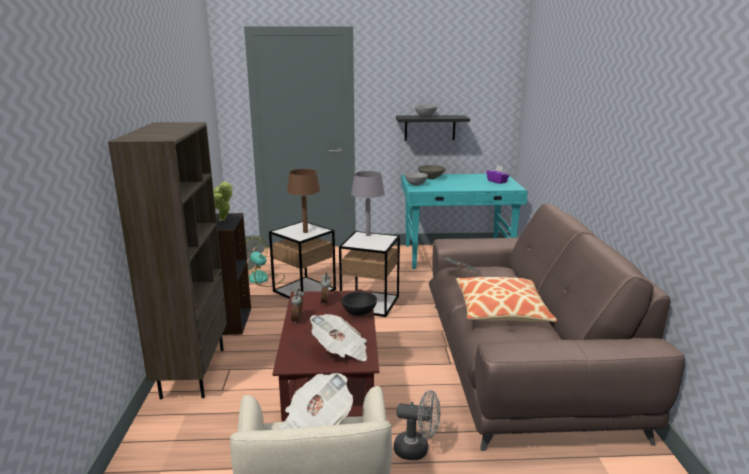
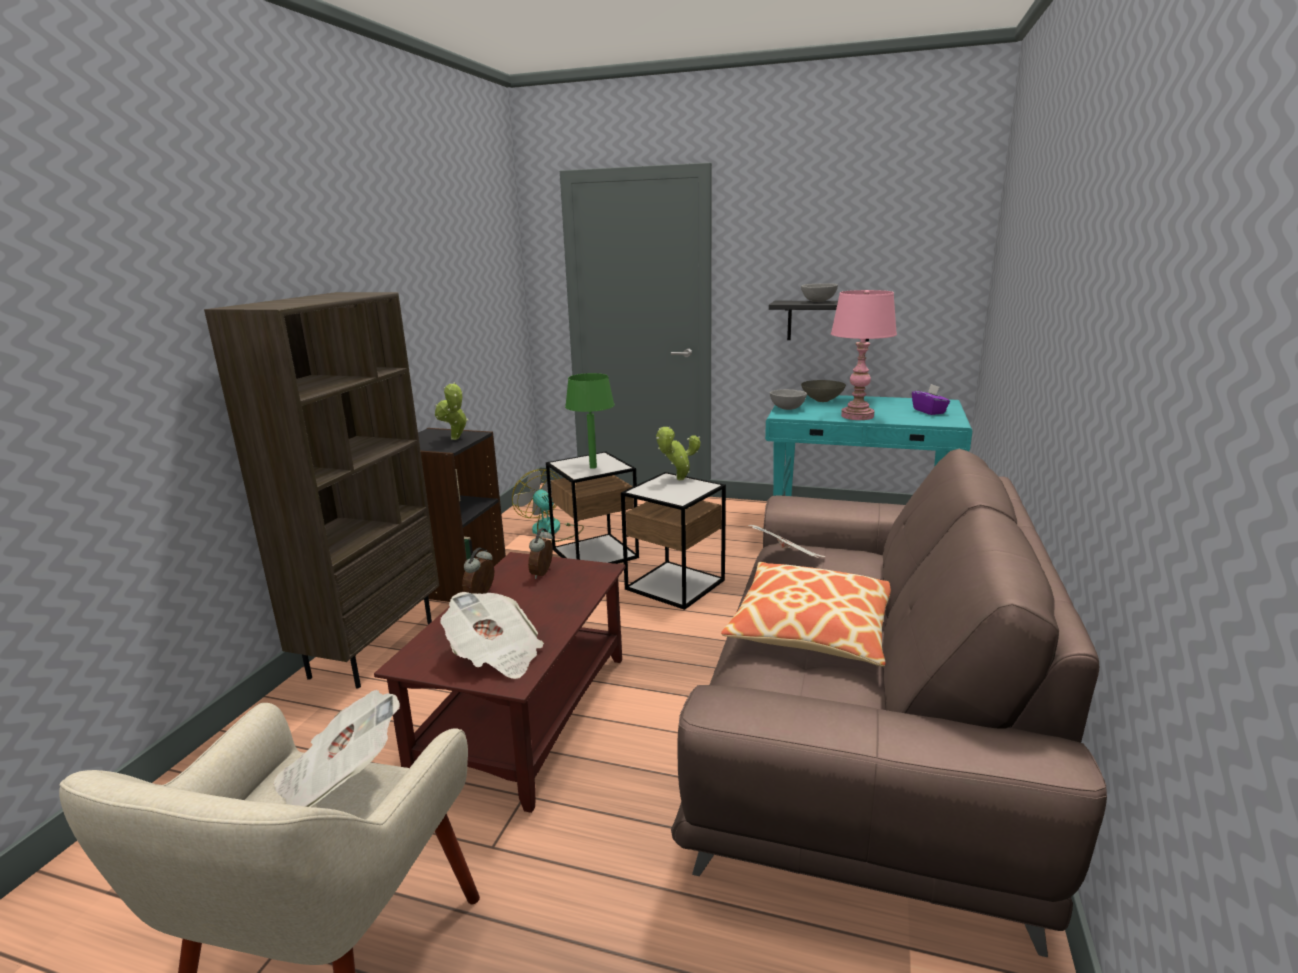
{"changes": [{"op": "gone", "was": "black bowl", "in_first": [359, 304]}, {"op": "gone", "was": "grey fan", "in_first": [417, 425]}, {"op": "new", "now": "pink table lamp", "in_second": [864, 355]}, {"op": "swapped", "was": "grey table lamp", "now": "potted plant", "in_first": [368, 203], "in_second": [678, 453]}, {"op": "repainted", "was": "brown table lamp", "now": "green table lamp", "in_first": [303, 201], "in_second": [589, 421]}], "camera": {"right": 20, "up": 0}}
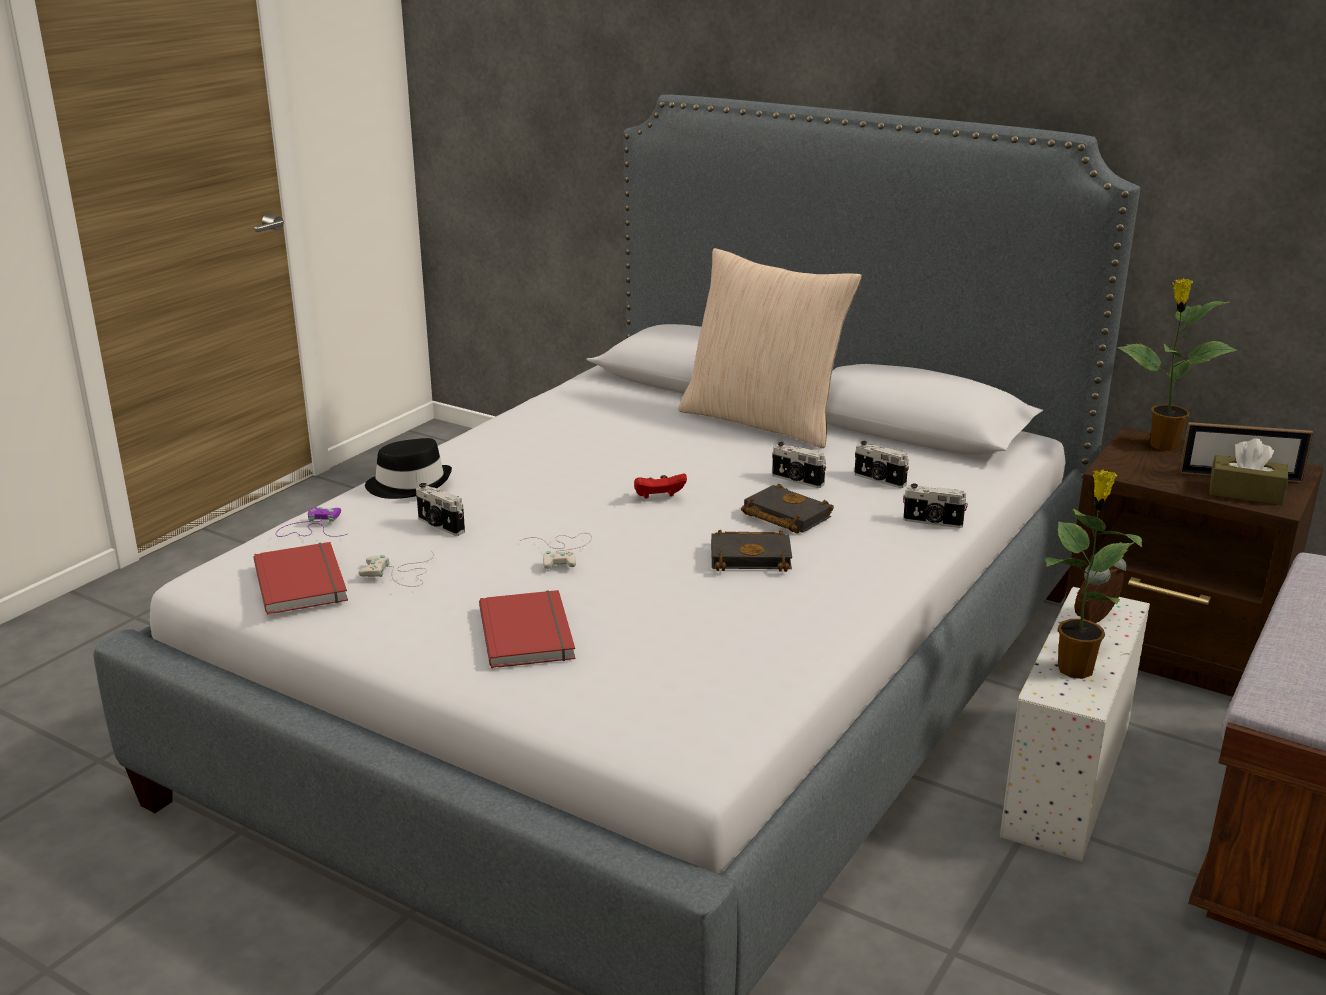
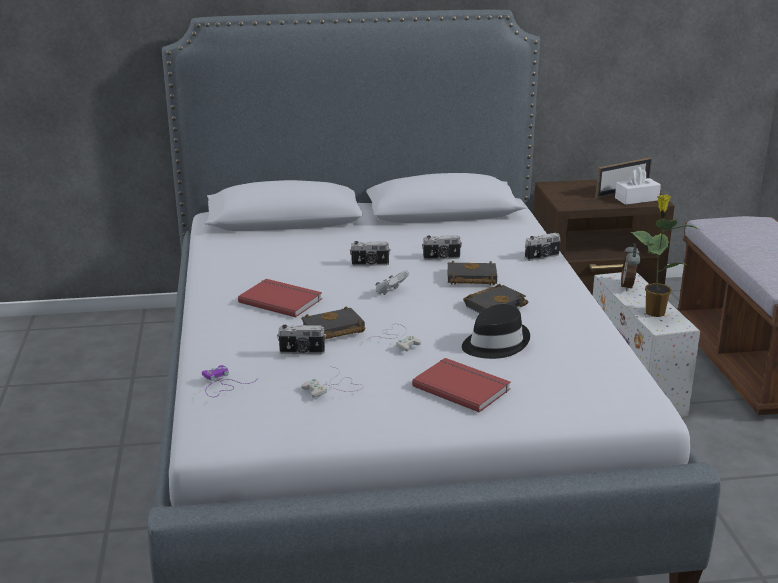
{"changes": [{"op": "gone", "was": "beige pillow", "in_first": [770, 348]}, {"op": "gone", "was": "potted plant", "in_first": [1177, 364]}, {"op": "new", "now": "black book", "in_second": [333, 322]}, {"op": "shifted", "was": "red book", "in_first": [301, 578], "in_second": [280, 298]}, {"op": "shifted", "was": "black hat", "in_first": [408, 468], "in_second": [496, 331]}, {"op": "shifted", "was": "photo camera", "in_first": [881, 464], "in_second": [370, 253]}, {"op": "repainted", "was": "red game controller", "now": "white game controller", "in_first": [660, 486], "in_second": [392, 282]}, {"op": "repainted", "was": "brown tissue box", "now": "white tissue box", "in_first": [1249, 471], "in_second": [638, 186]}], "camera": {"right": -40, "up": 0}}
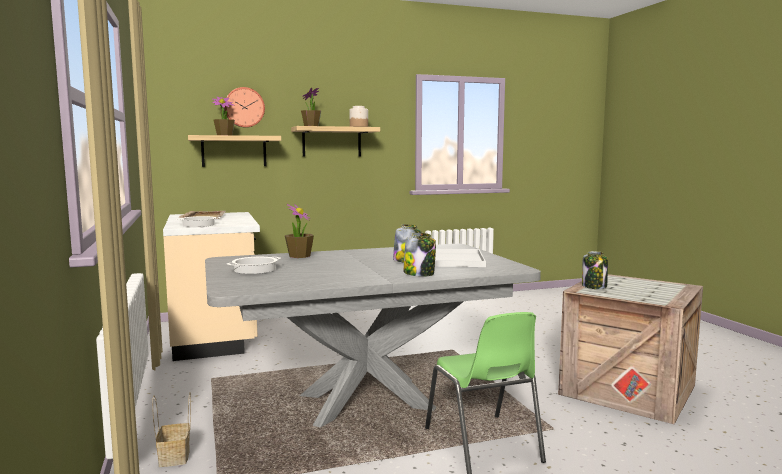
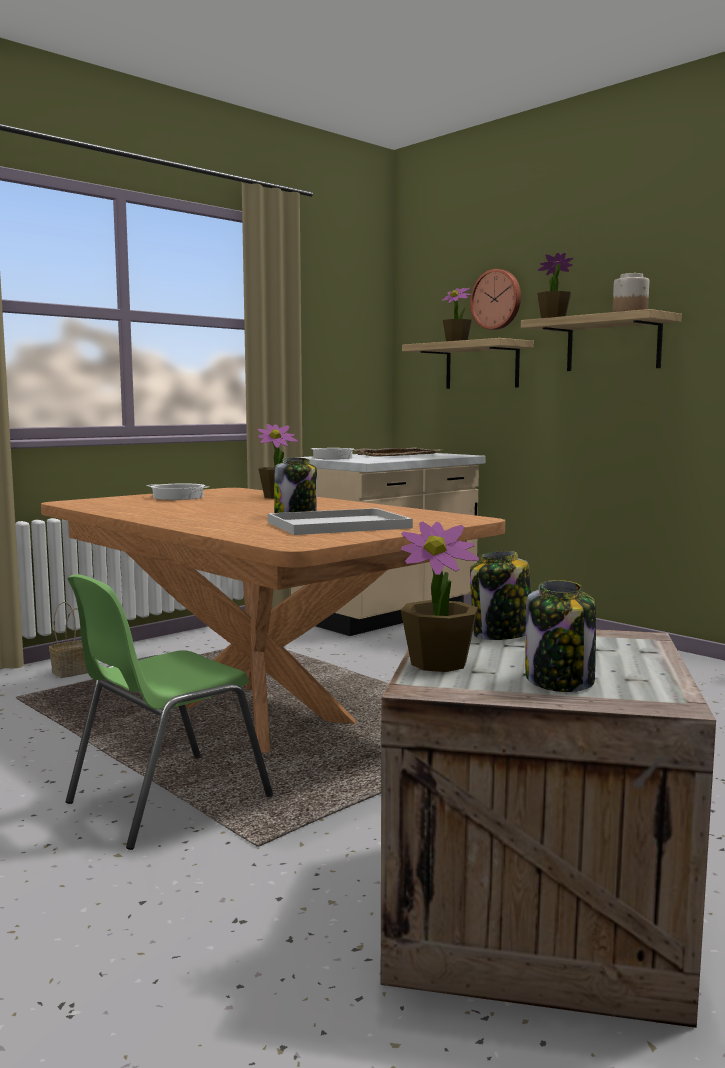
{"changes": [{"op": "new", "now": "potted plant", "in_second": [440, 597]}, {"op": "shifted", "was": "jar", "in_first": [420, 255], "in_second": [561, 636]}, {"op": "repainted", "was": "grey dining table", "now": "brown dining table", "in_first": [373, 335], "in_second": [273, 620]}], "camera": {"right": 65, "up": 0}}
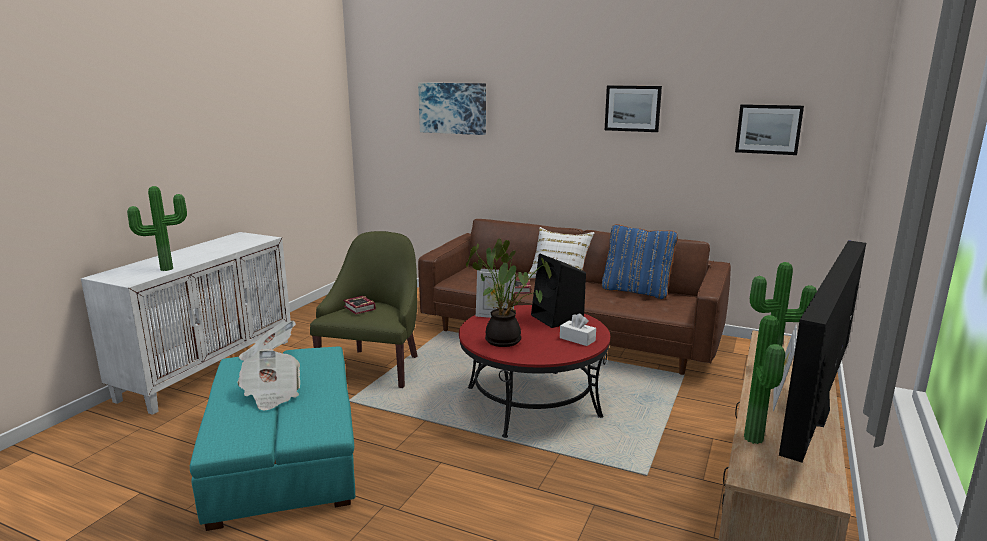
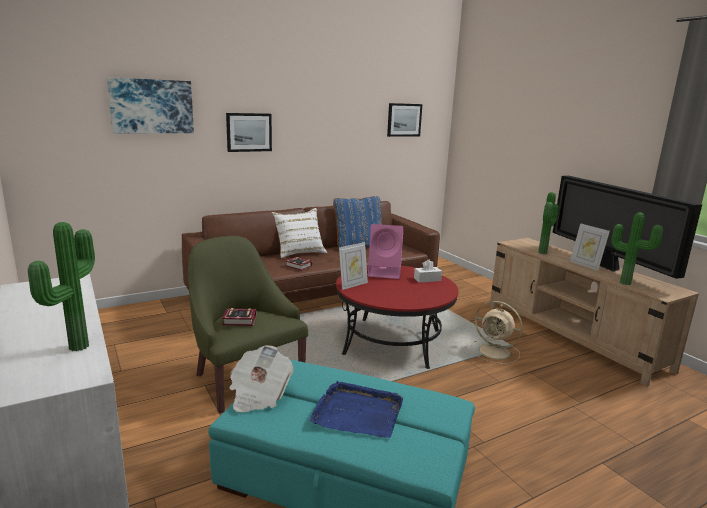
{"changes": [{"op": "gone", "was": "potted plant", "in_first": [508, 292]}, {"op": "new", "now": "beige fan", "in_second": [497, 332]}, {"op": "shifted", "was": "picture", "in_first": [633, 108], "in_second": [249, 132]}, {"op": "swapped", "was": "newspaper", "now": "blue tray", "in_first": [268, 380], "in_second": [356, 409]}, {"op": "repainted", "was": "black speaker", "now": "pink speaker", "in_first": [558, 290], "in_second": [385, 251]}], "camera": {"right": -55, "up": 0}}
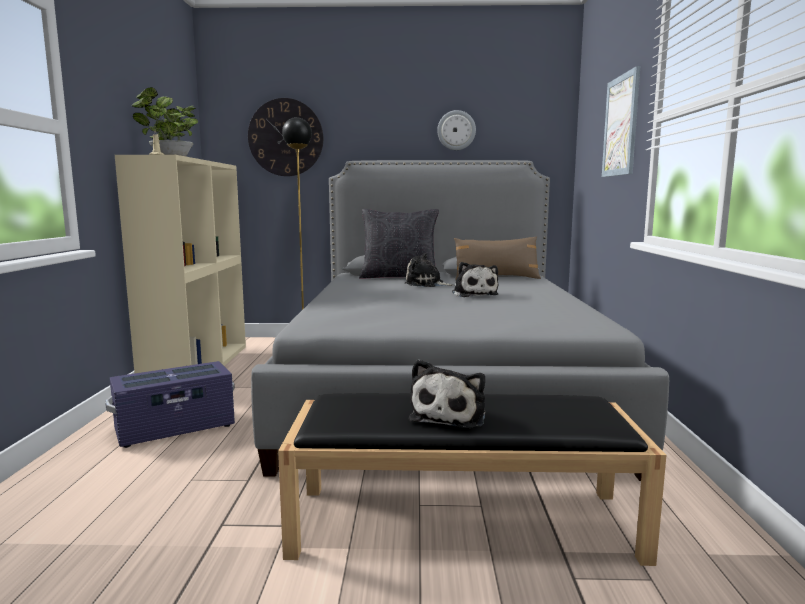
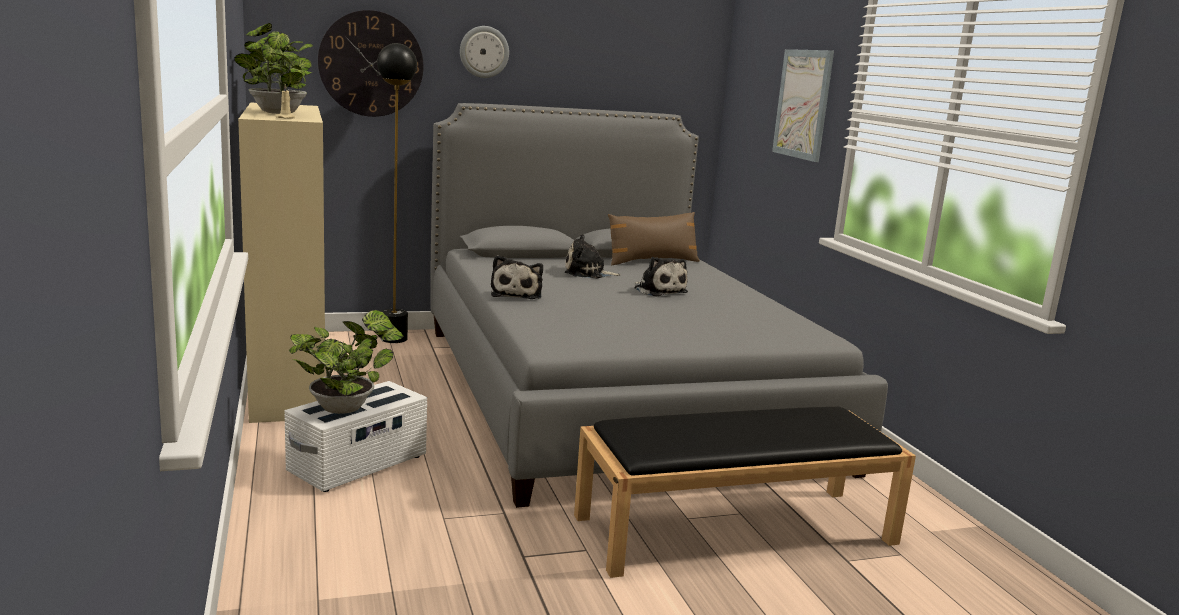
{"changes": [{"op": "gone", "was": "black pillow", "in_first": [399, 243]}, {"op": "new", "now": "potted plant", "in_second": [346, 362]}, {"op": "shifted", "was": "plush toy", "in_first": [447, 394], "in_second": [517, 277]}, {"op": "shifted", "was": "wall clock", "in_first": [456, 130], "in_second": [484, 52]}, {"op": "repainted", "was": "purple storage box", "now": "white storage box", "in_first": [170, 404], "in_second": [355, 436]}], "camera": {"right": -20, "up": 5}}
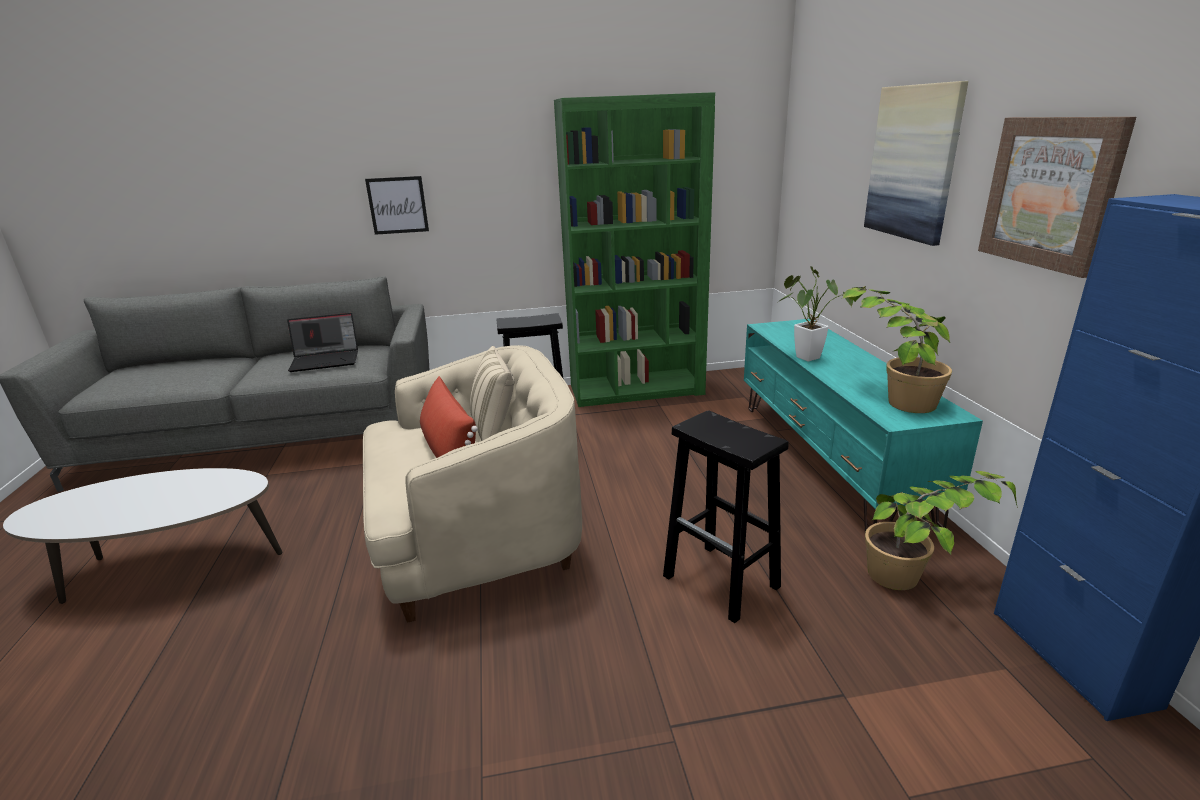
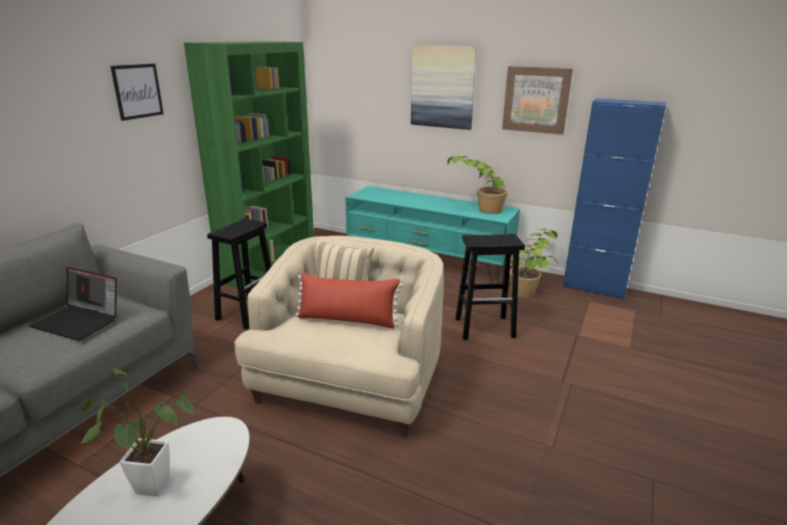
{"changes": [{"op": "shifted", "was": "picture", "in_first": [397, 205], "in_second": [137, 92]}, {"op": "shifted", "was": "potted plant", "in_first": [815, 313], "in_second": [137, 432]}, {"op": "rotated", "was": "laptop", "in_first": [322, 342], "in_second": [73, 304], "clockwise": 90}], "camera": {"right": -55, "up": 0}}
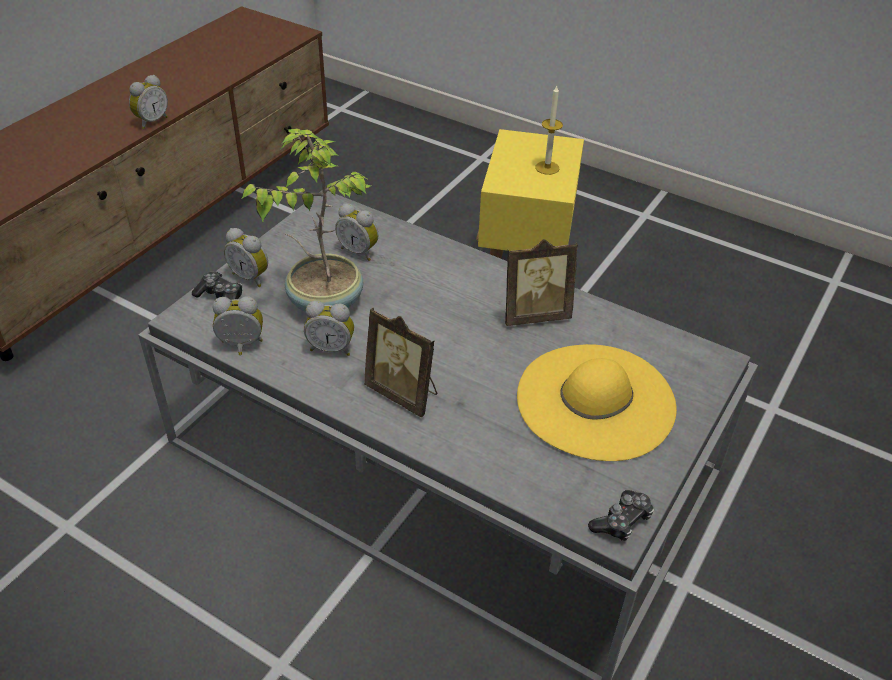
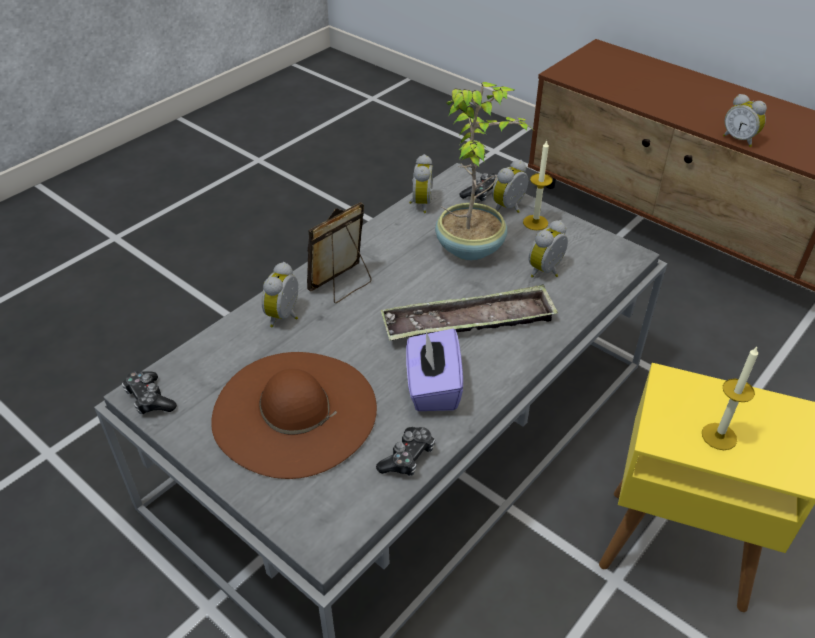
{"changes": [{"op": "new", "now": "game controller", "in_second": [405, 451]}, {"op": "new", "now": "tray", "in_second": [469, 313]}, {"op": "new", "now": "candle", "in_second": [538, 185]}, {"op": "shifted", "was": "alarm clock", "in_first": [329, 328], "in_second": [279, 295]}, {"op": "swapped", "was": "picture frame", "now": "purple tissue box", "in_first": [541, 282], "in_second": [434, 370]}, {"op": "repainted", "was": "yellow hat", "now": "brown hat", "in_first": [597, 402], "in_second": [294, 415]}], "camera": {"right": 100, "up": 0}}
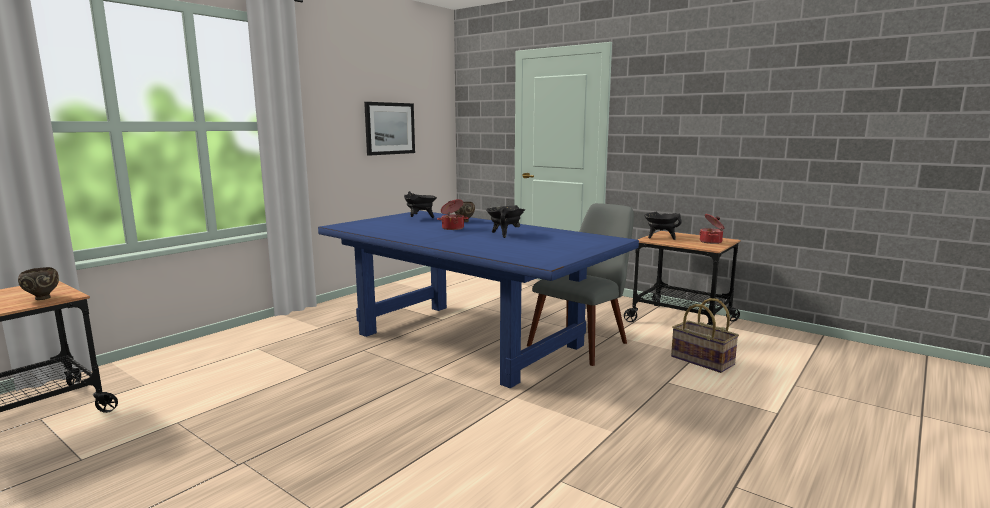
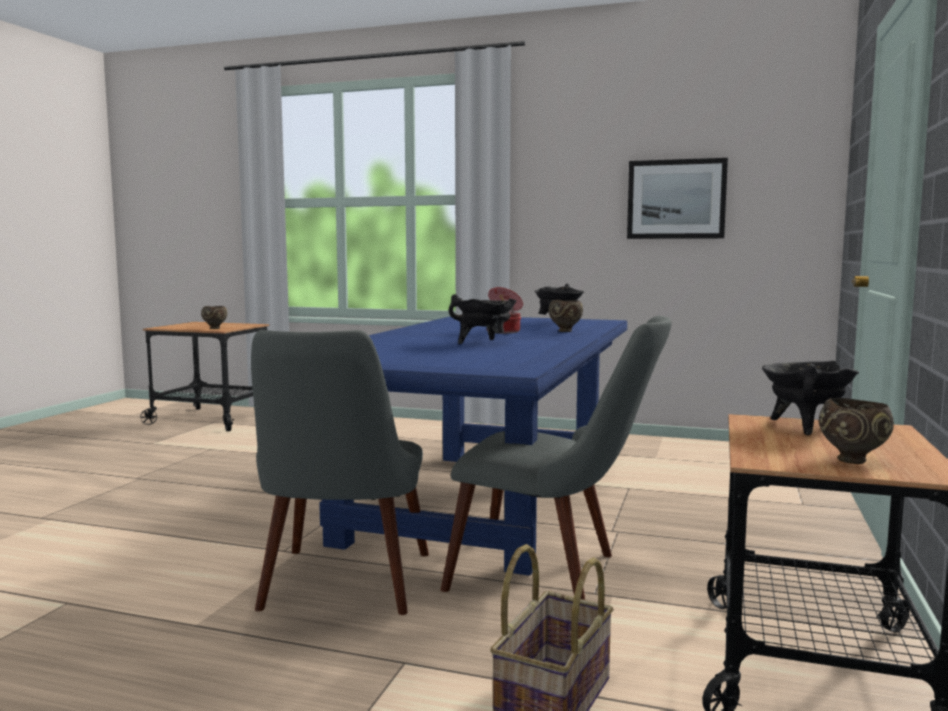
{"changes": [{"op": "new", "now": "grey chair", "in_second": [340, 472]}, {"op": "swapped", "was": "cooking pot", "now": "brown bowl", "in_first": [712, 229], "in_second": [856, 431]}], "camera": {"right": 70, "up": -5}}
